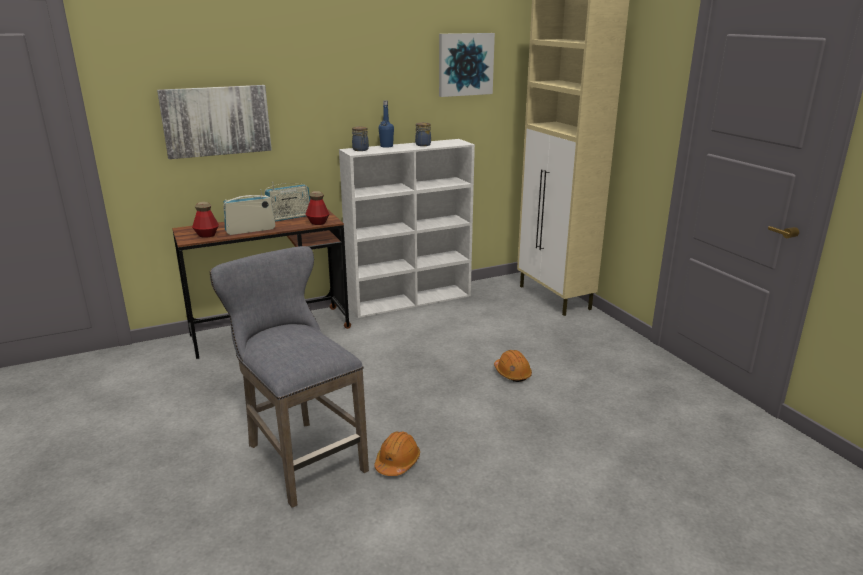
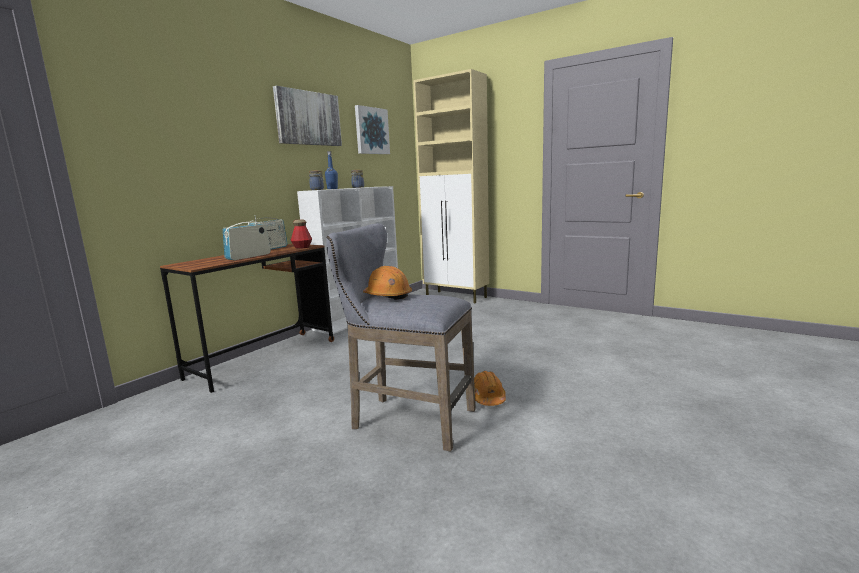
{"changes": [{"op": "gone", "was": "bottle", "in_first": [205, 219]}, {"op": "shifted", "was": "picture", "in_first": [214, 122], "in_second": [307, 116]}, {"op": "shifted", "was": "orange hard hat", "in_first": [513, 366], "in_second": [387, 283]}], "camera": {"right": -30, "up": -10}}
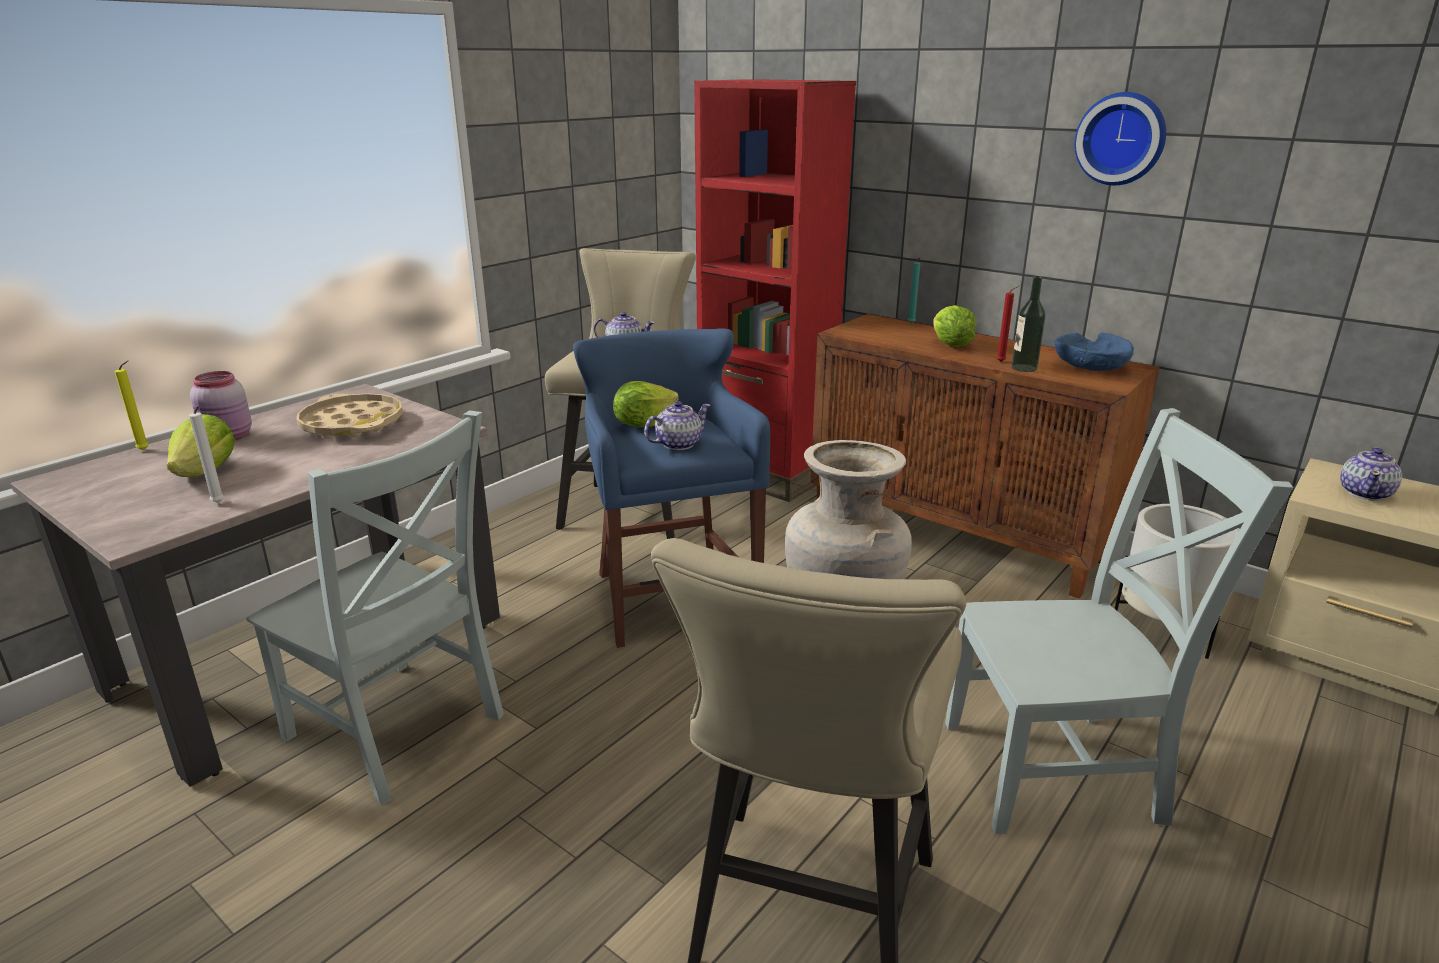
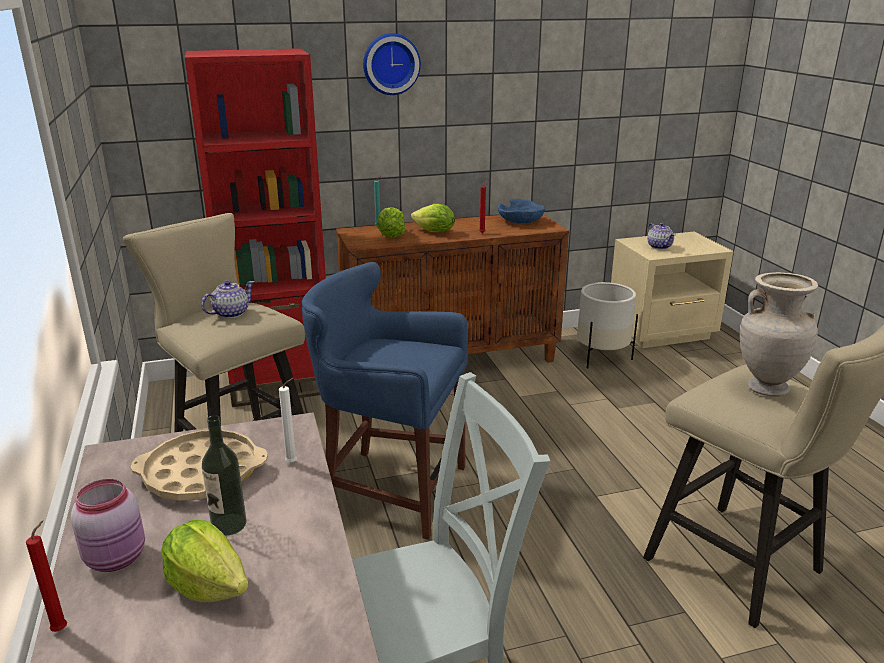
{"changes": [{"op": "gone", "was": "teapot", "in_first": [677, 425]}, {"op": "gone", "was": "grey chair", "in_first": [1119, 621]}, {"op": "shifted", "was": "white candle", "in_first": [206, 454], "in_second": [288, 420]}, {"op": "shifted", "was": "lettuce", "in_first": [646, 404], "in_second": [391, 222]}, {"op": "shifted", "was": "bottle", "in_first": [1029, 324], "in_second": [224, 475]}, {"op": "shifted", "was": "wall clock", "in_first": [1120, 138], "in_second": [392, 64]}, {"op": "repainted", "was": "yellow candle", "now": "red candle", "in_first": [132, 405], "in_second": [46, 576]}], "camera": {"right": -55, "up": 0}}
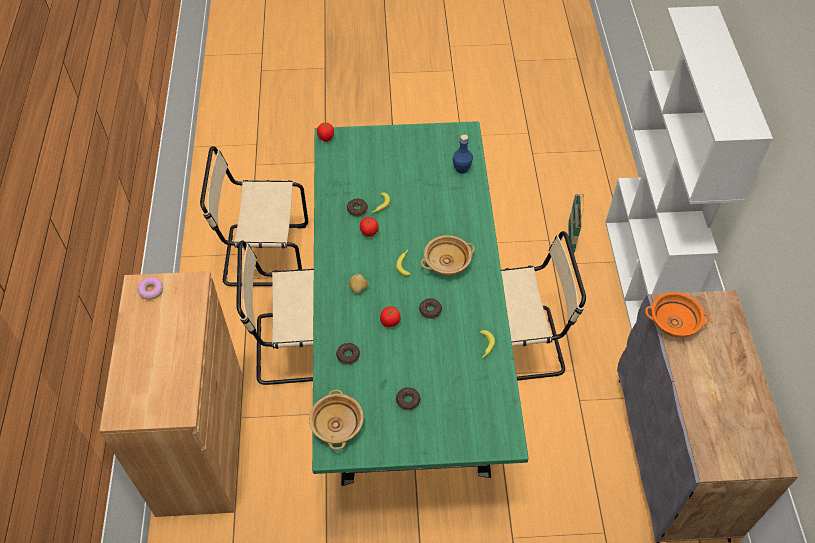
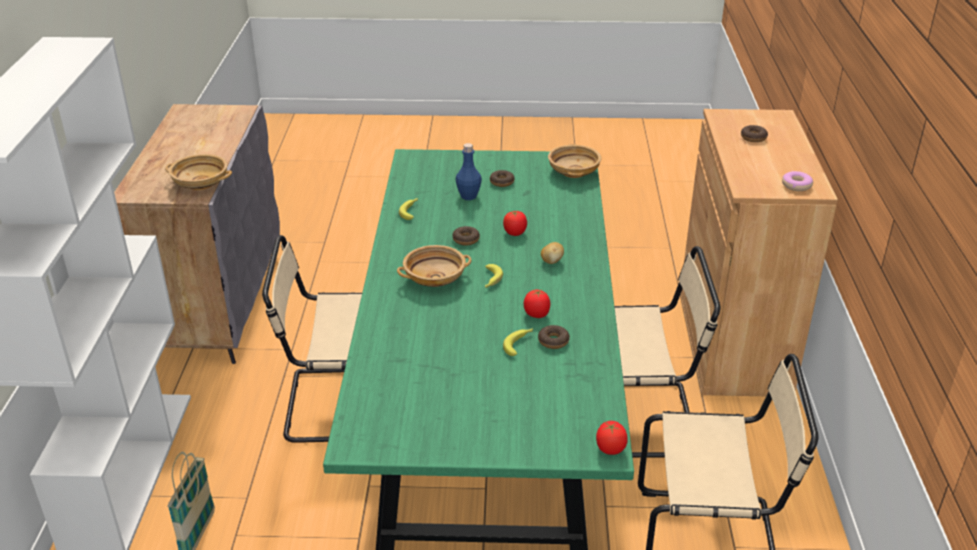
{"changes": [{"op": "shifted", "was": "donut", "in_first": [348, 354], "in_second": [754, 133]}, {"op": "shifted", "was": "blue bottle", "in_first": [462, 154], "in_second": [468, 171]}, {"op": "repainted", "was": "orange bowl", "now": "beige bowl", "in_first": [677, 314], "in_second": [198, 172]}], "camera": {"right": -175, "up": -20}}
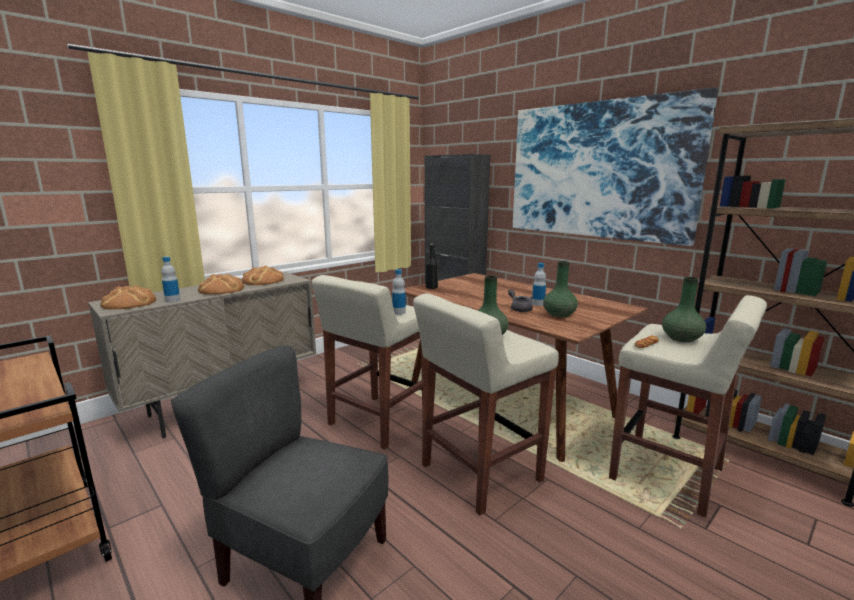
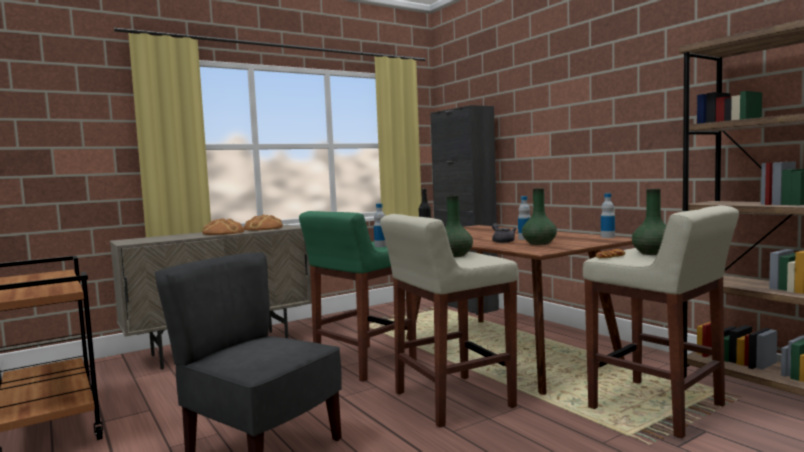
{"changes": [{"op": "gone", "was": "bread", "in_first": [128, 297]}, {"op": "gone", "was": "picture", "in_first": [615, 166]}, {"op": "shifted", "was": "bottle", "in_first": [170, 280], "in_second": [608, 215]}, {"op": "repainted", "was": "beige stool", "now": "green stool", "in_first": [368, 362], "in_second": [358, 296]}], "camera": {"right": 10, "up": -10}}
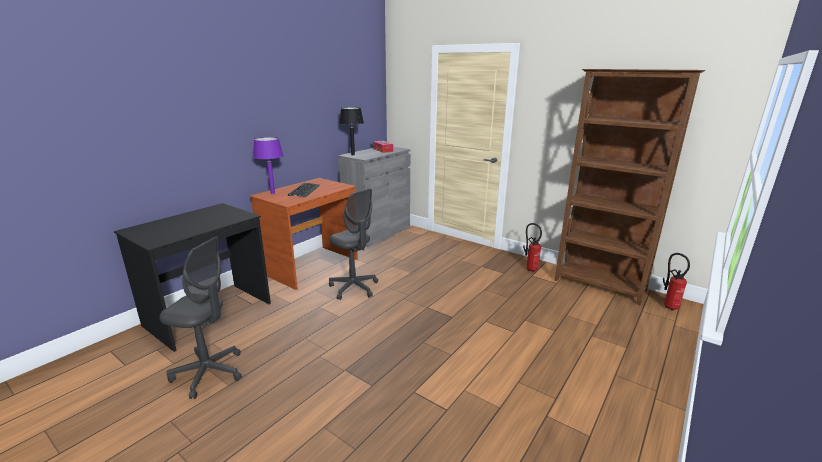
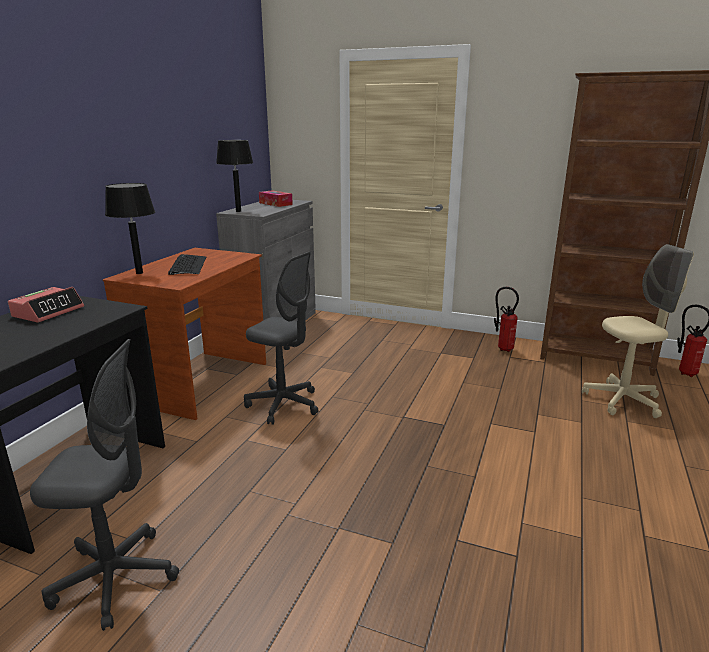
{"changes": [{"op": "new", "now": "alarm clock", "in_second": [46, 305]}, {"op": "new", "now": "beige office chair", "in_second": [638, 331]}, {"op": "repainted", "was": "purple table lamp", "now": "black table lamp", "in_first": [268, 165], "in_second": [130, 228]}], "camera": {"right": -15, "up": 0}}
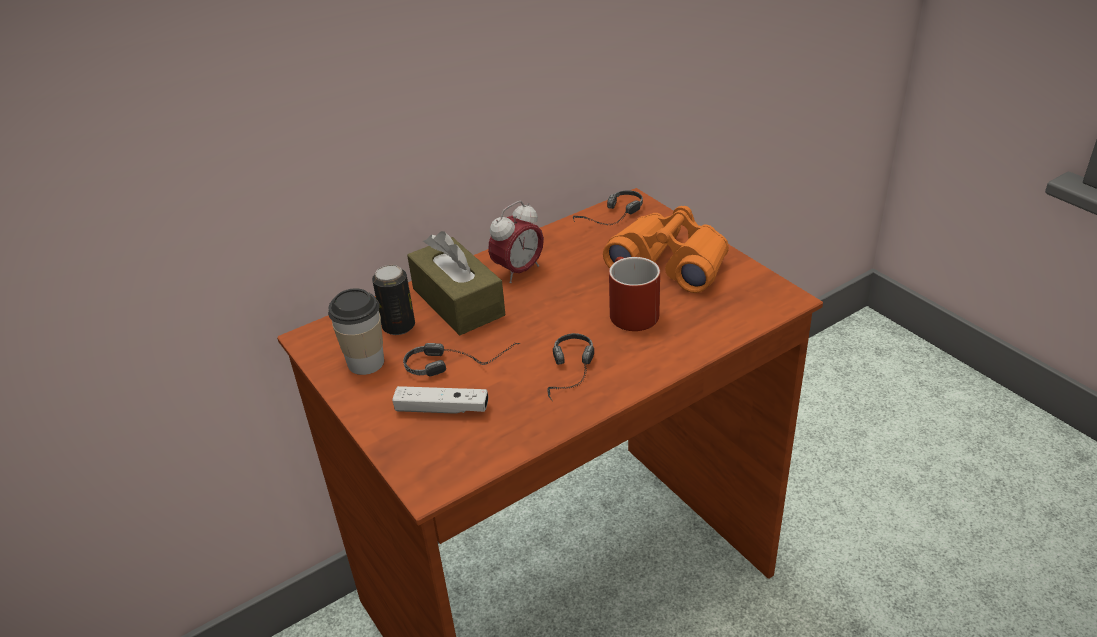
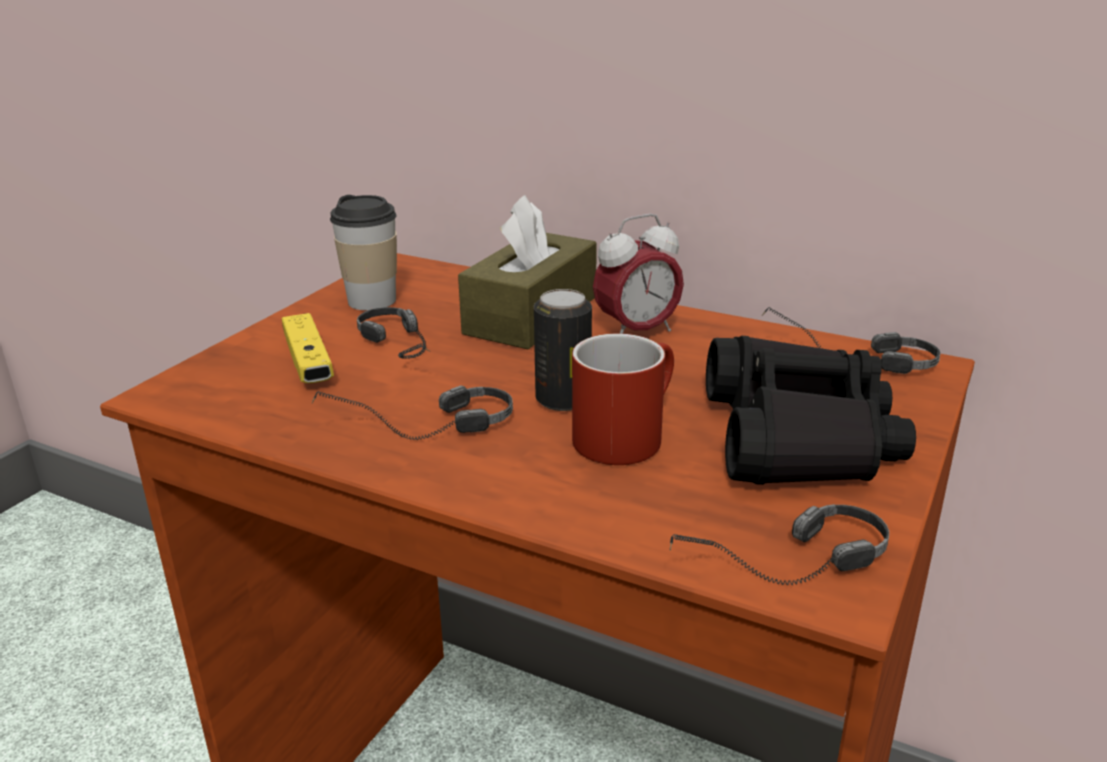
{"changes": [{"op": "new", "now": "headphones", "in_second": [779, 544]}, {"op": "shifted", "was": "can", "in_first": [393, 300], "in_second": [563, 350]}, {"op": "repainted", "was": "white game controller", "now": "yellow game controller", "in_first": [440, 400], "in_second": [308, 348]}, {"op": "repainted", "was": "orange binoculars", "now": "black binoculars", "in_first": [666, 249], "in_second": [811, 410]}, {"op": "rotated", "was": "alarm clock", "in_first": [516, 242], "in_second": [638, 273], "clockwise": -45}], "camera": {"right": 60, "up": -10}}
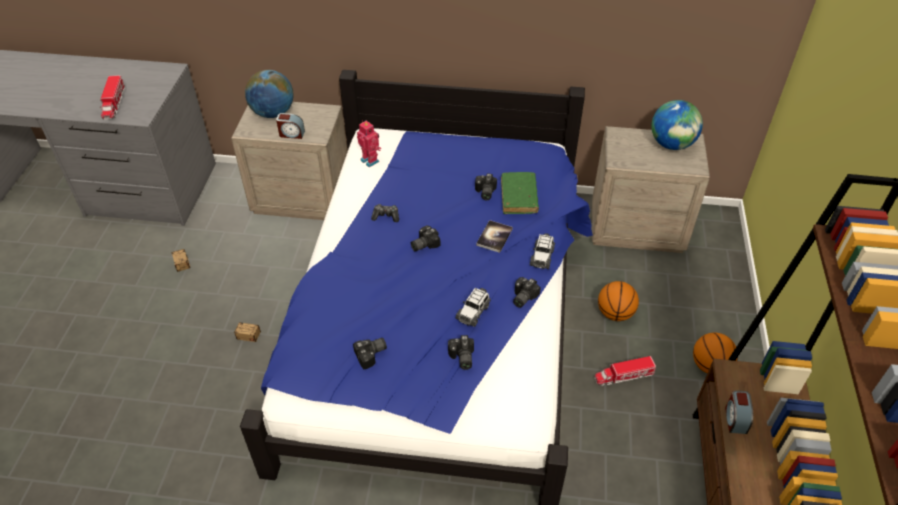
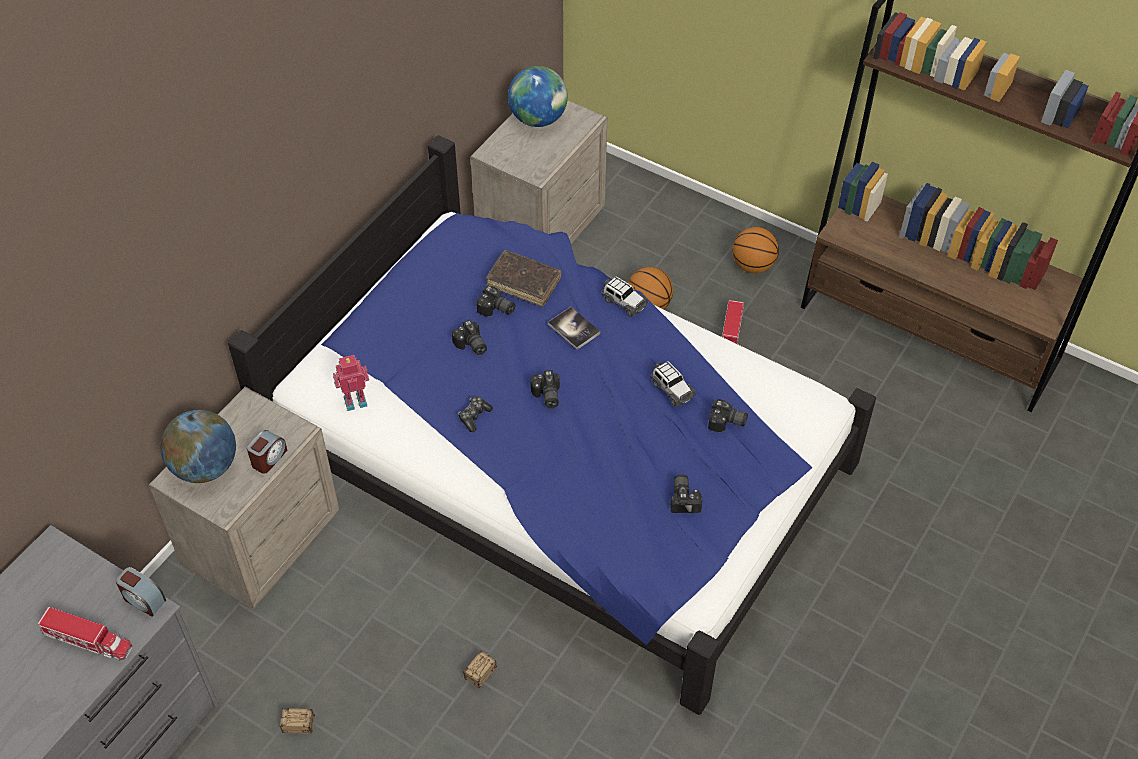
{"changes": [{"op": "shifted", "was": "photo camera", "in_first": [527, 292], "in_second": [469, 337]}, {"op": "shifted", "was": "alarm clock", "in_first": [739, 412], "in_second": [141, 592]}, {"op": "repainted", "was": "green book", "now": "brown book", "in_first": [520, 193], "in_second": [523, 278]}], "camera": {"right": -65, "up": 5}}
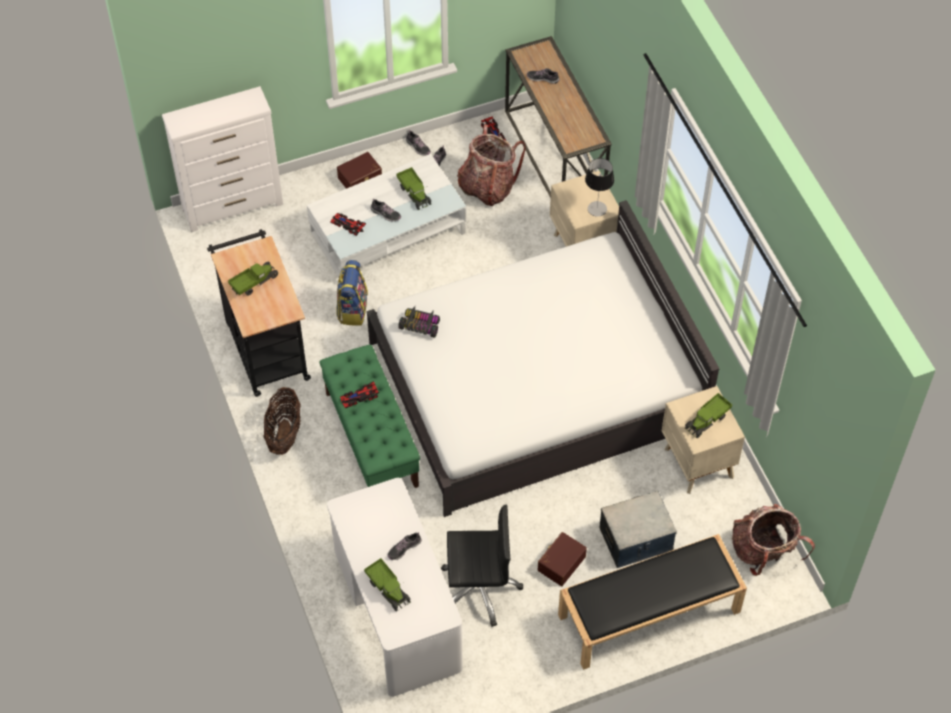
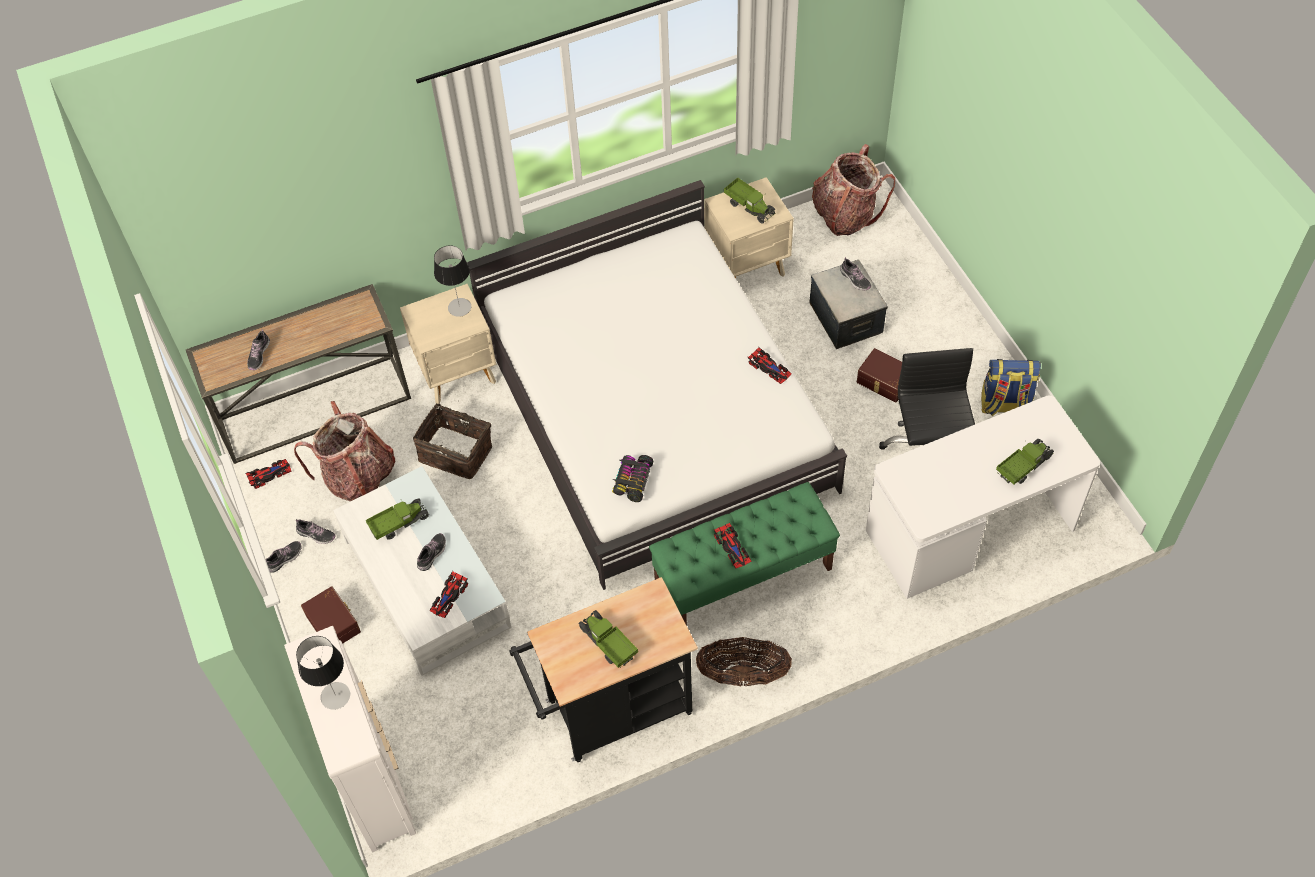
{"changes": [{"op": "gone", "was": "black bench", "in_first": [652, 602]}, {"op": "new", "now": "table lamp", "in_second": [323, 673]}, {"op": "new", "now": "basket", "in_second": [452, 437]}, {"op": "new", "now": "toy car", "in_second": [769, 366]}, {"op": "shifted", "was": "backpack", "in_first": [352, 293], "in_second": [1011, 387]}, {"op": "shifted", "was": "shoe", "in_first": [404, 546], "in_second": [855, 273]}], "camera": {"right": -90, "up": 0}}
